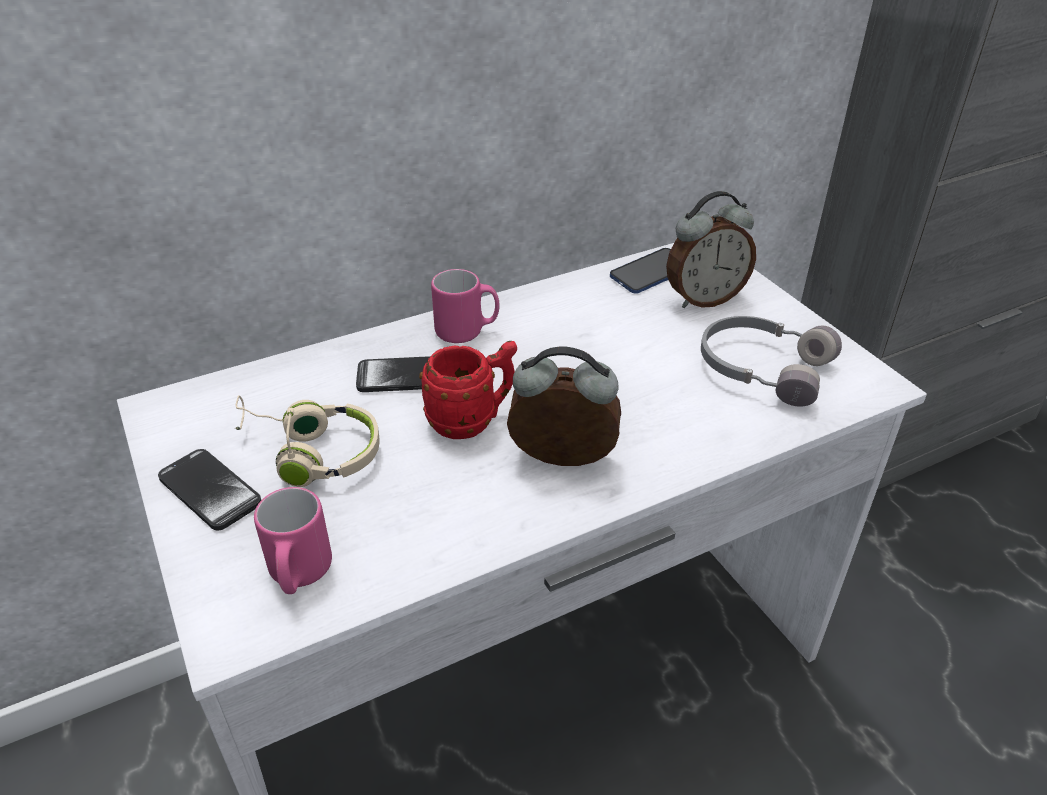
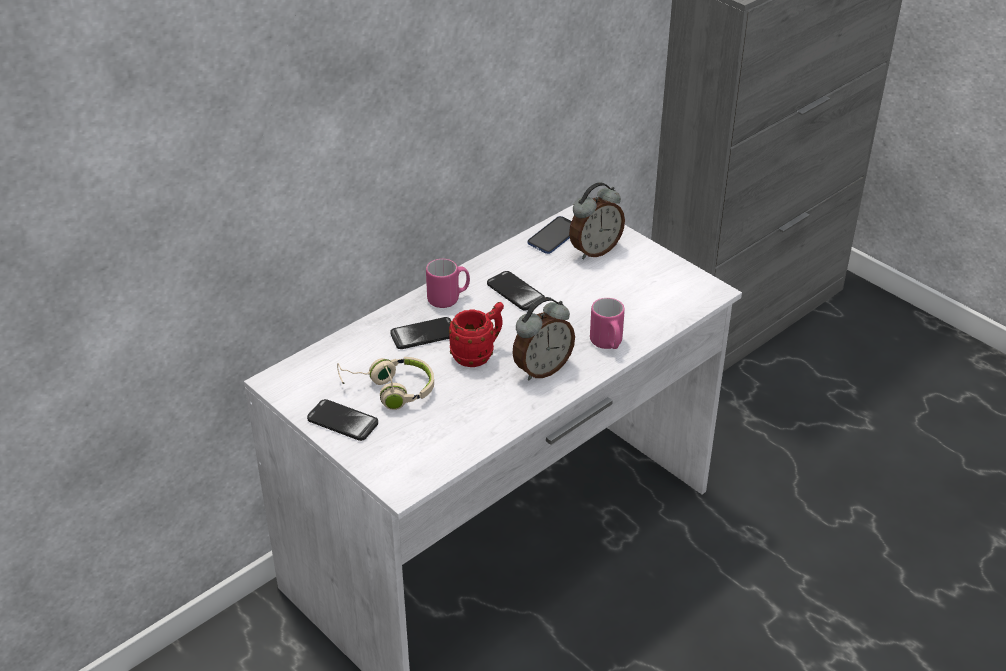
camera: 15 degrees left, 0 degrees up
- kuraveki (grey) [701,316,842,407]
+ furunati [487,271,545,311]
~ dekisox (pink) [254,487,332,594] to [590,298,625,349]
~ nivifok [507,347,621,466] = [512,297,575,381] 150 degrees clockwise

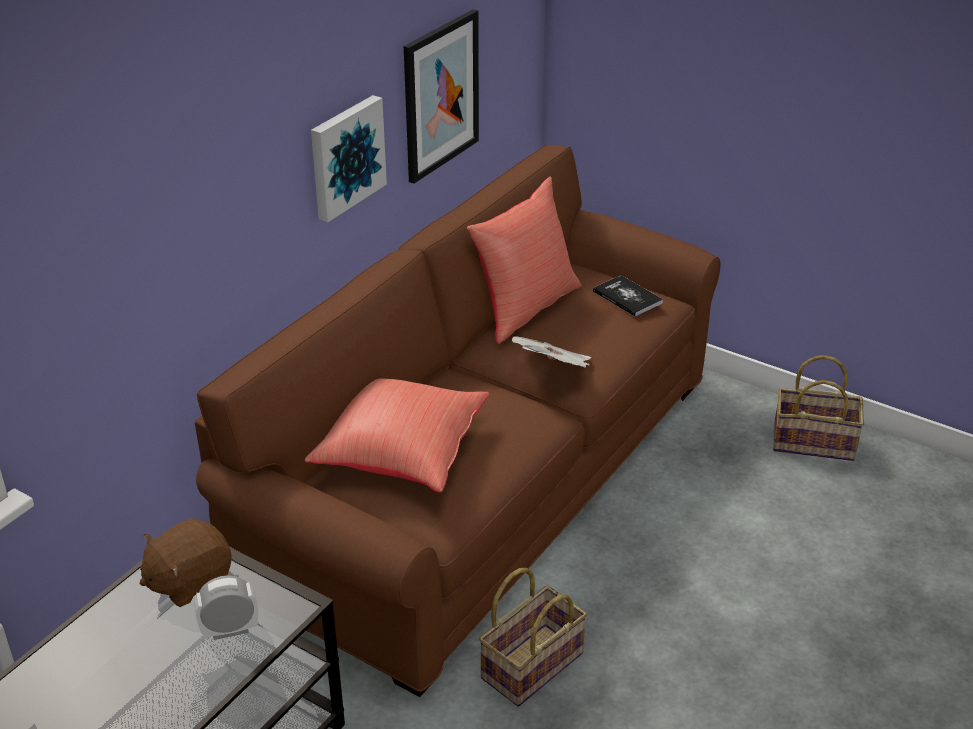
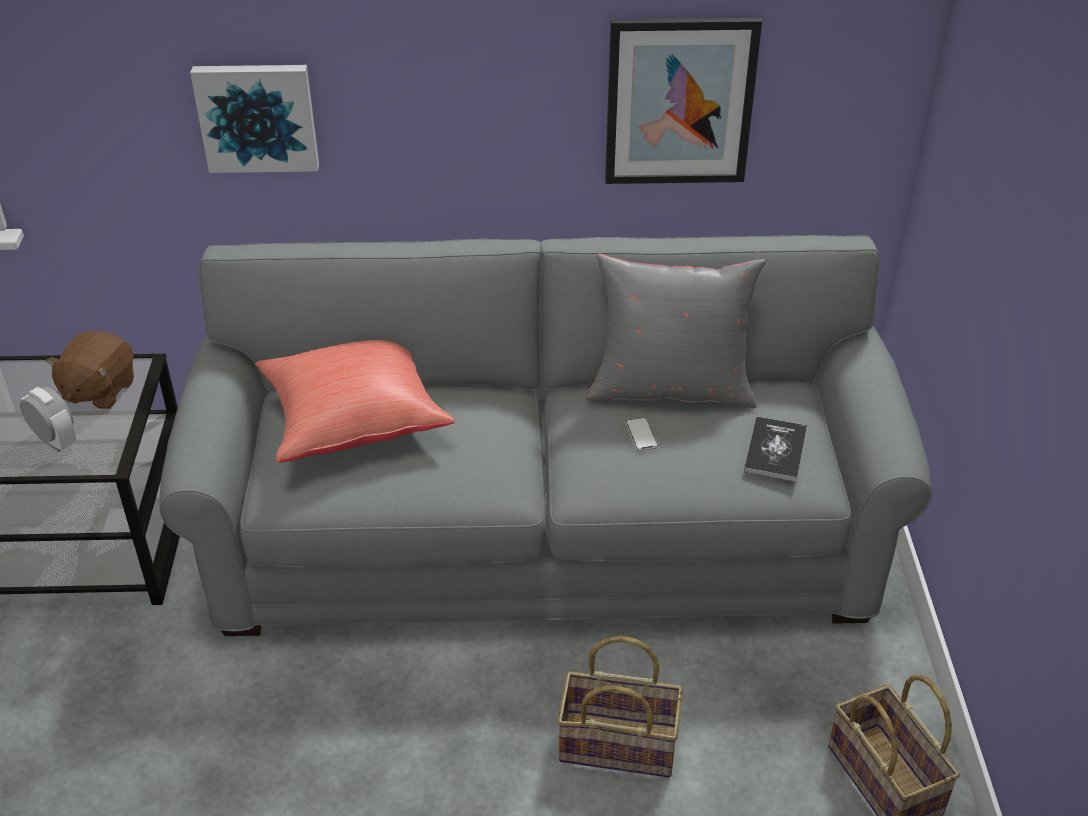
camera: 55 degrees right, 5 degrees up
- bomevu [512,336,591,368]
+ furunati [625,417,659,451]
~ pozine [311,95,387,222] to [190,65,319,173]
~ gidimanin [479,568,587,706] to [557,636,683,777]
~ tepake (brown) [195,145,721,697] to tepake (grey) [160,235,932,636]
~ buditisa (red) [467,177,582,344] to buditisa (grey) [586,254,766,409]
~ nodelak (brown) [140,518,231,607] = [46,331,134,410] 90 degrees counterclockwise

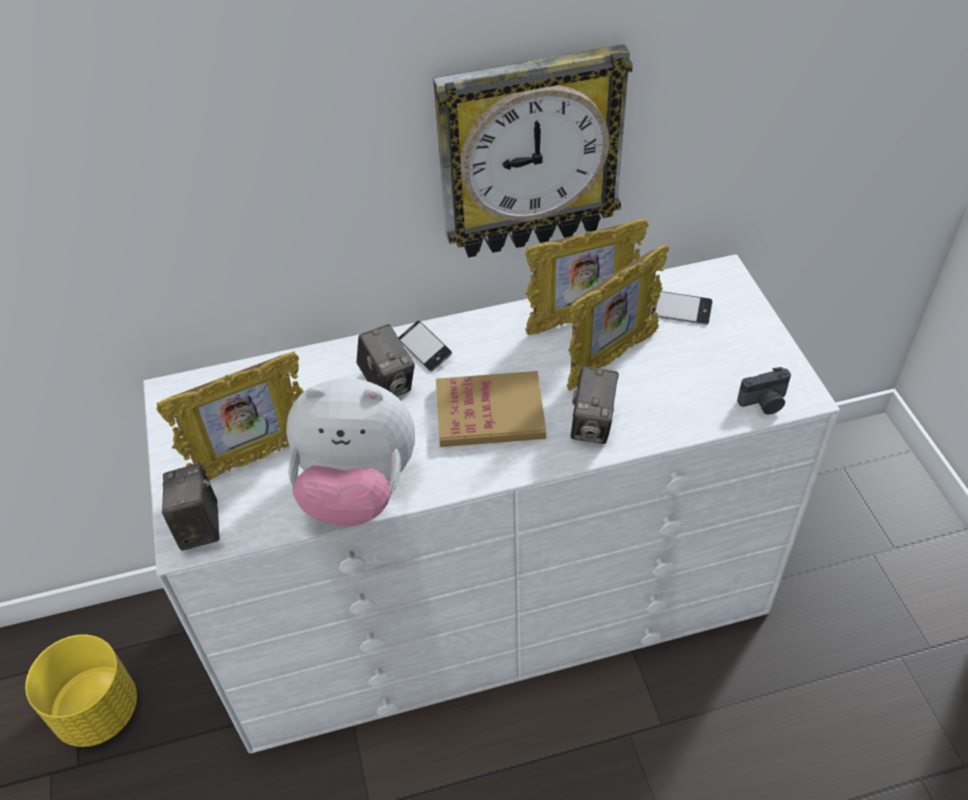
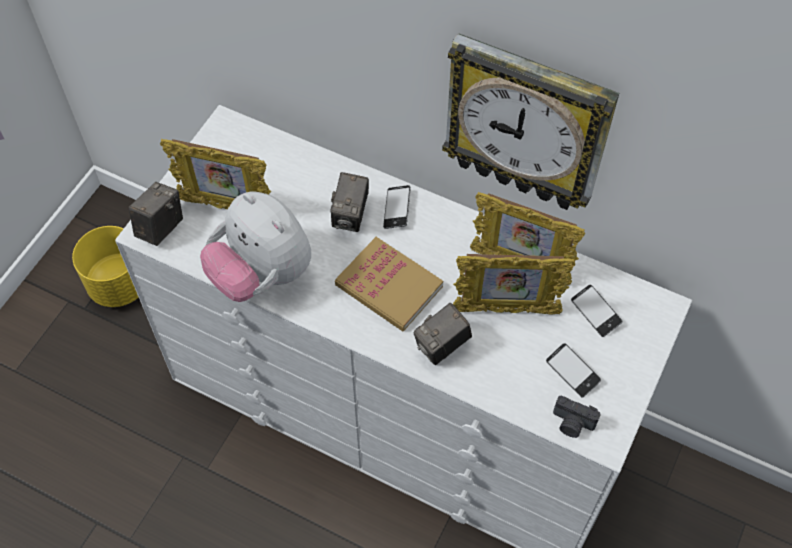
camera: 40 degrees right, 10 degrees up
+ furunati [546,343,601,397]

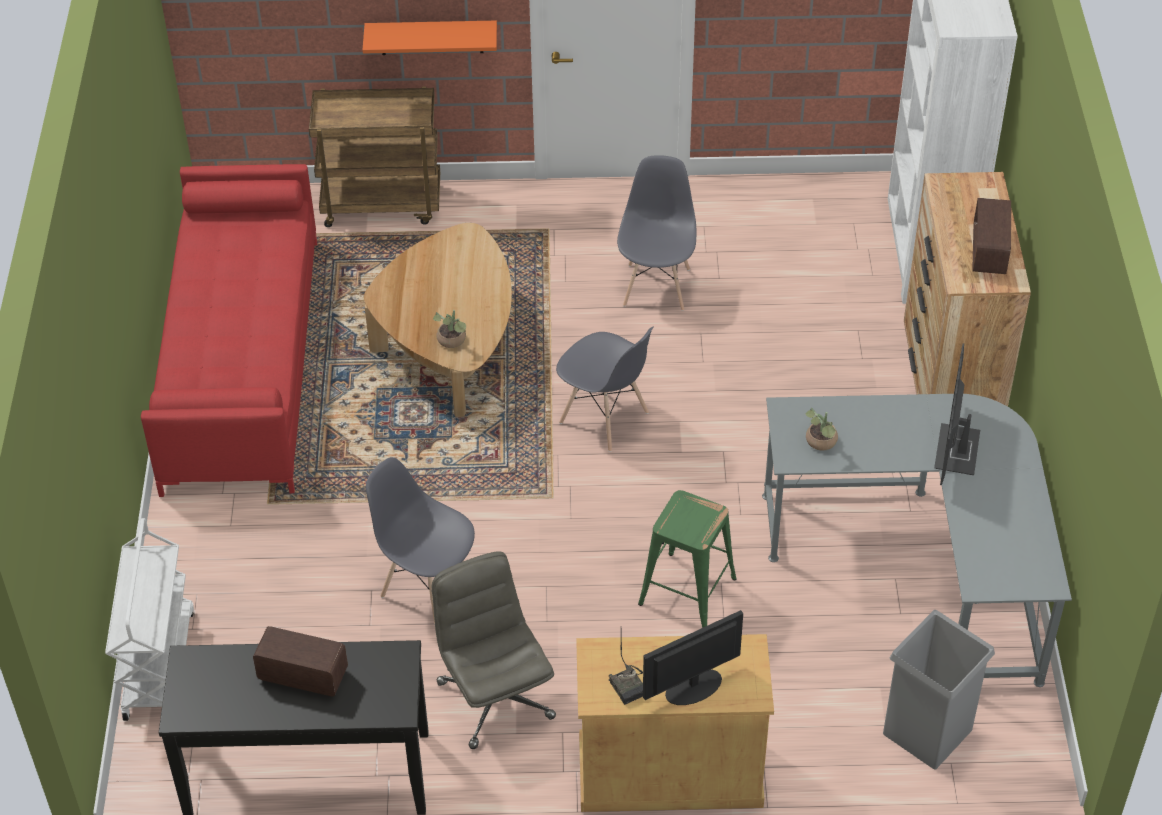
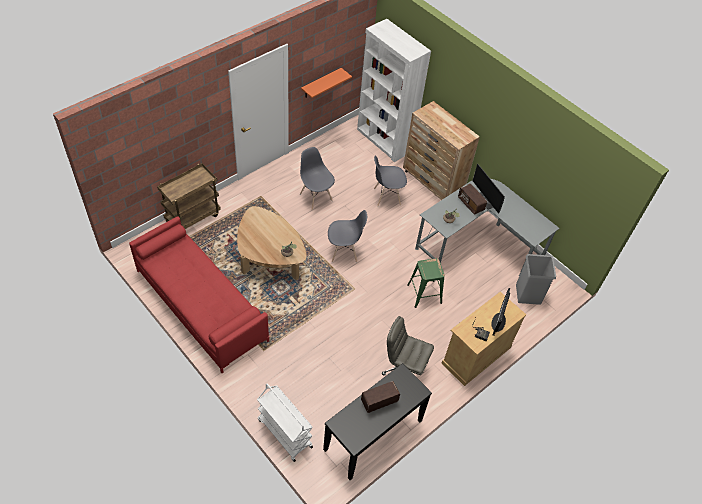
camera: 45 degrees left, 5 degrees up
~ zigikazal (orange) [363,21,497,55] to [301,68,352,98]
~ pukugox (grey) [366,457,475,624] to [374,156,407,207]
~ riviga [972,198,1011,274] to [458,184,487,215]

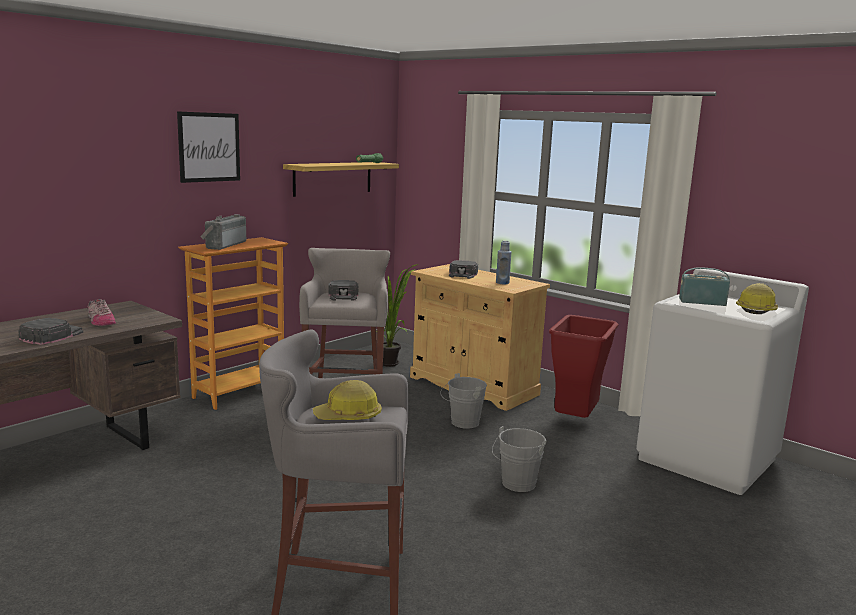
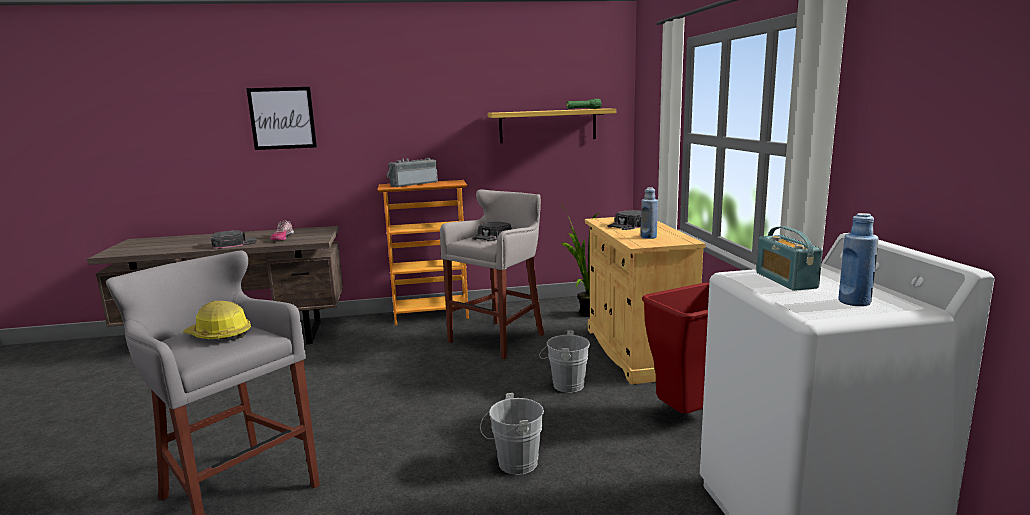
camera: 40 degrees right, 0 degrees up
~ pozine [177,111,240,183] to [246,87,317,150]
~ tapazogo [736,283,778,314] to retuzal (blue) [838,213,879,306]
~ riviga [679,267,730,306] = [756,226,823,291] 150 degrees counterclockwise

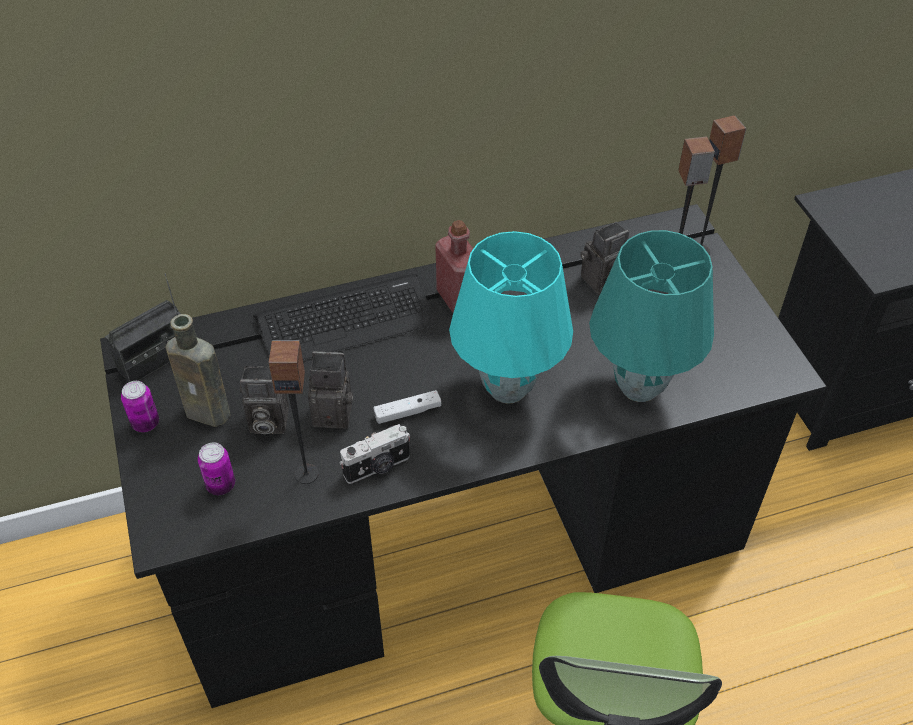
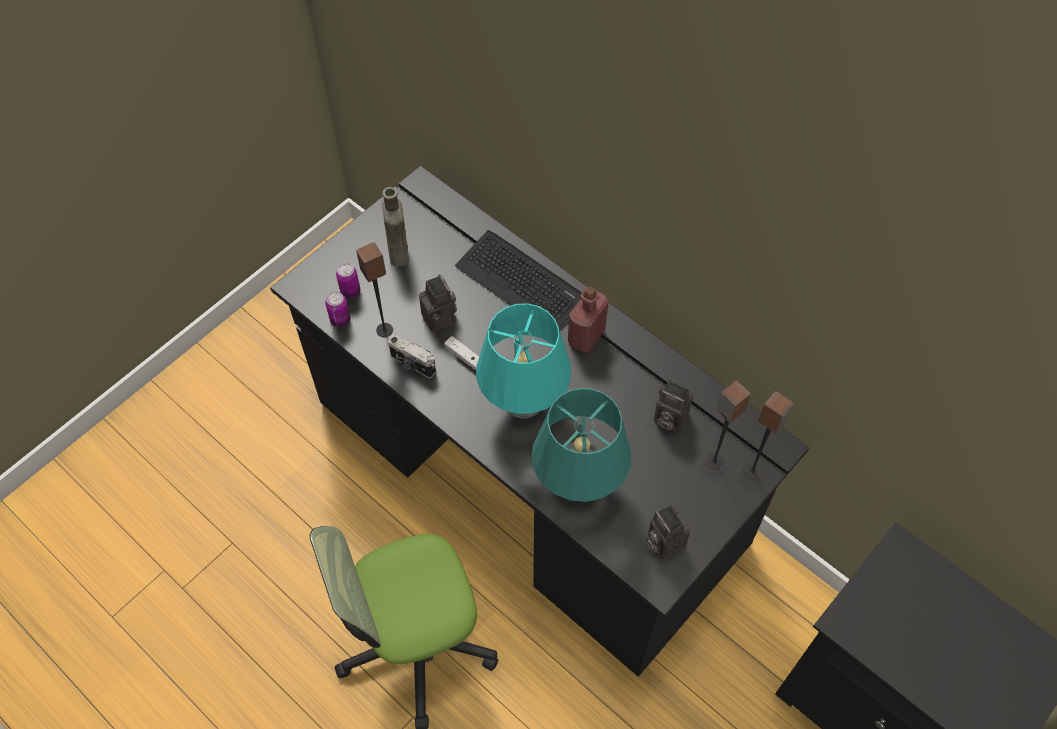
camera: 60 degrees right, 10 degrees up
- riviga [105,274,181,382]
~ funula [121,381,159,432] to [325,292,350,327]
~ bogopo [240,366,289,434] to [646,505,690,559]

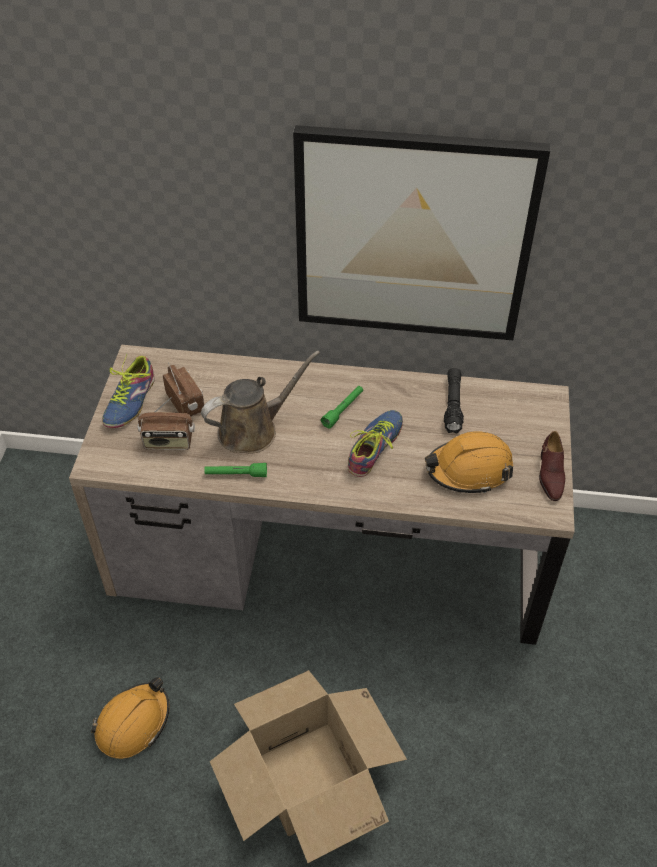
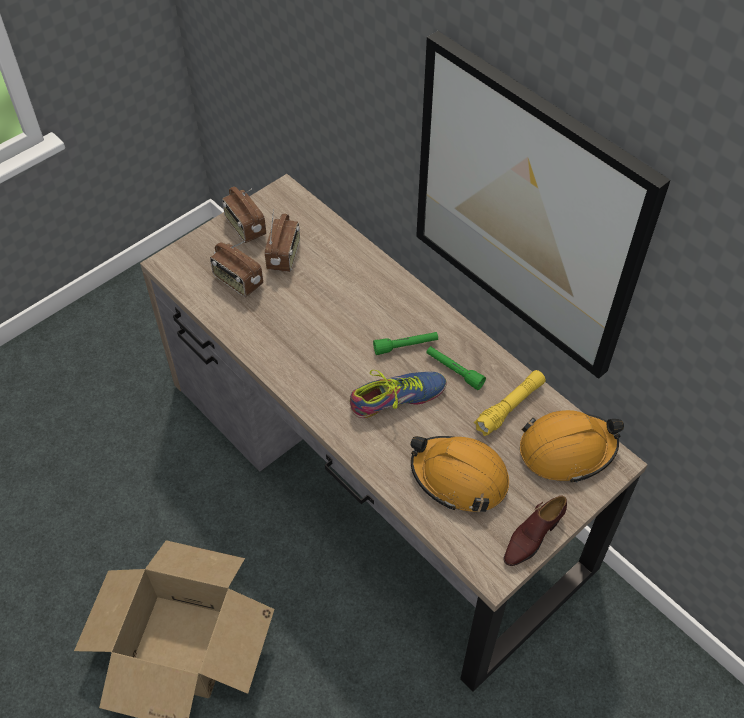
camera: 40 degrees right, 5 degrees up
- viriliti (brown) [201,351,320,454]
~ tapazogo (orange) [91,677,169,759] to [520,410,624,483]
~ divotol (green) [205,463,267,477] to [426,346,486,390]
~ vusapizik [102,353,155,428] to riviga [222,187,266,243]
~ divotol (black) [444,368,464,434] to divotol (yellow) [474,370,546,436]

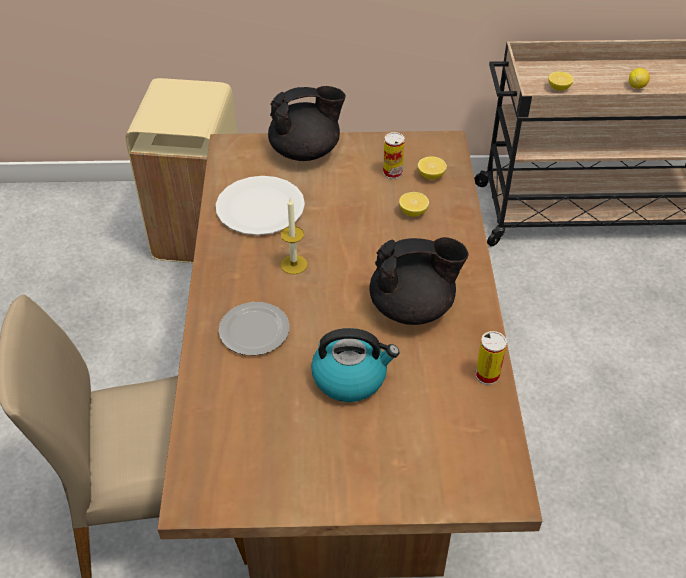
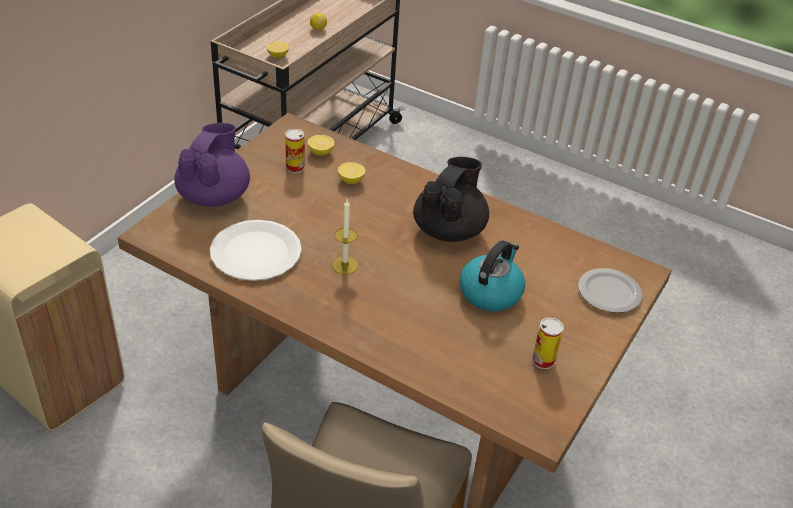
camera: 60 degrees left, 5 degrees down
~ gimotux [219,302,290,355] to [578,268,642,313]
~ funula [475,331,507,385] to [532,317,564,369]
~ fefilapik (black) [268,86,346,161] to fefilapik (purple) [174,123,250,207]

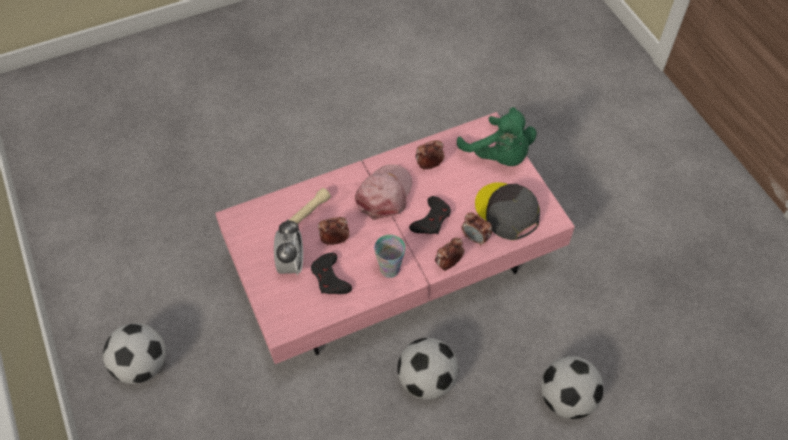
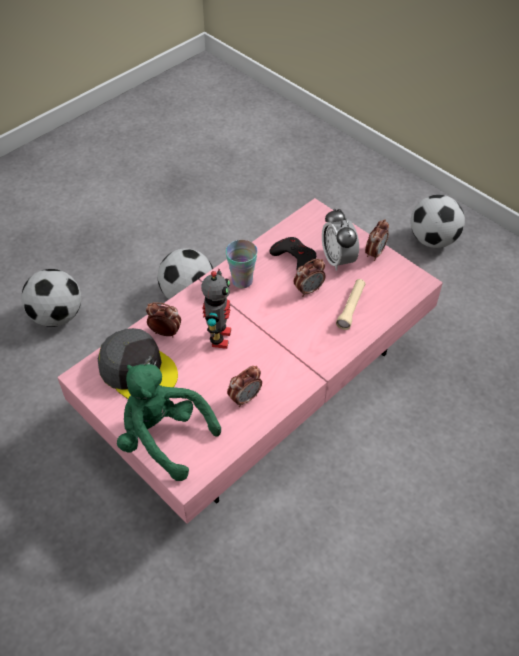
camera: 160 degrees right, 5 degrees down
- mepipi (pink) [355,164,412,220]
~ nivifok [435,237,464,271] to [365,219,389,261]
~ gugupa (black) [409,196,451,234] to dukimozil [201,269,231,349]

